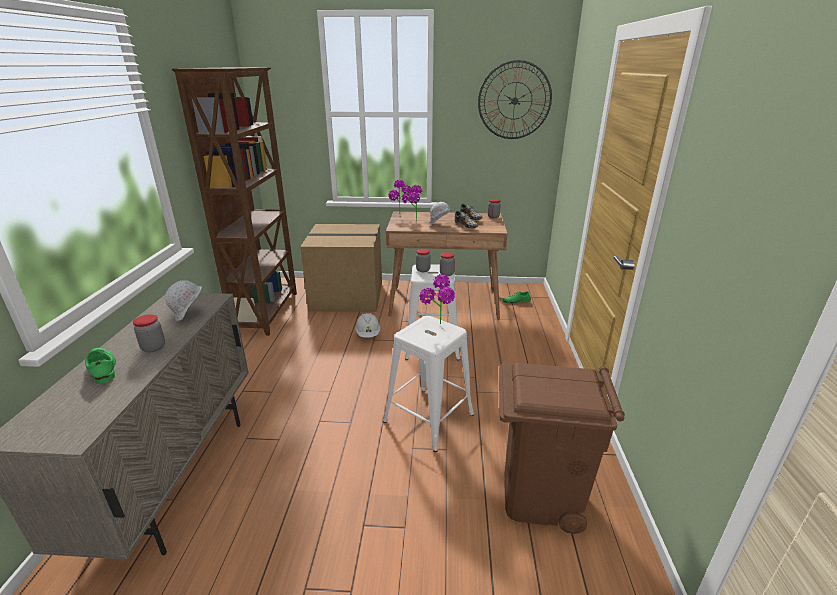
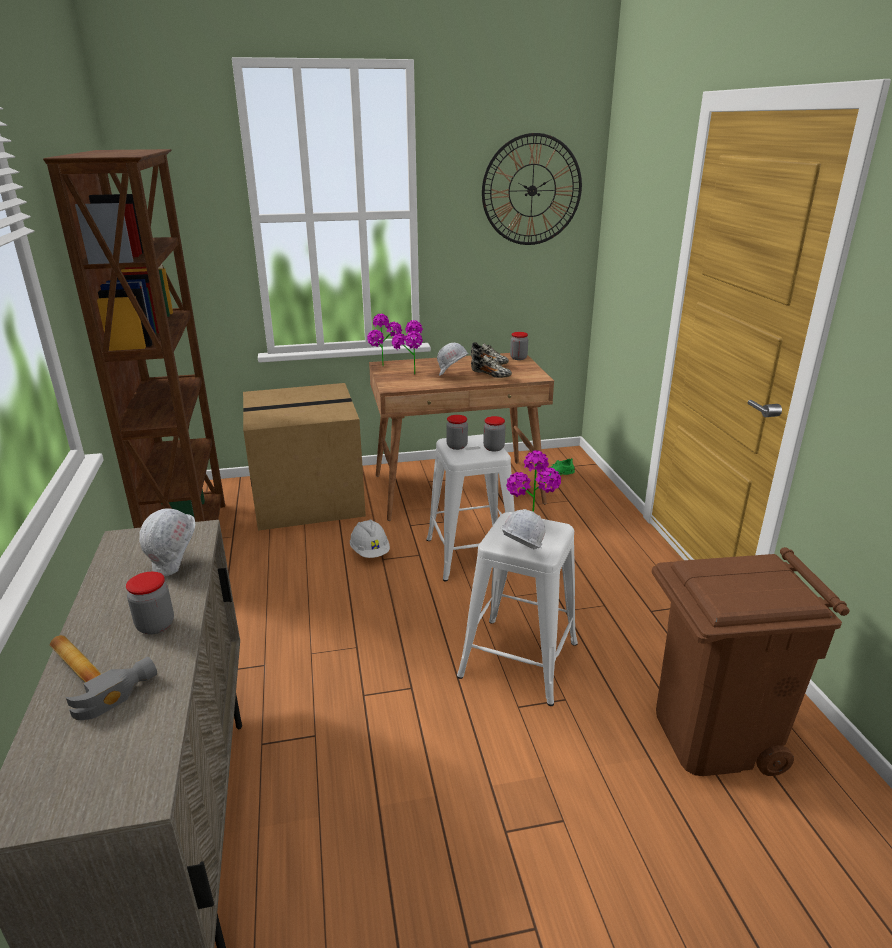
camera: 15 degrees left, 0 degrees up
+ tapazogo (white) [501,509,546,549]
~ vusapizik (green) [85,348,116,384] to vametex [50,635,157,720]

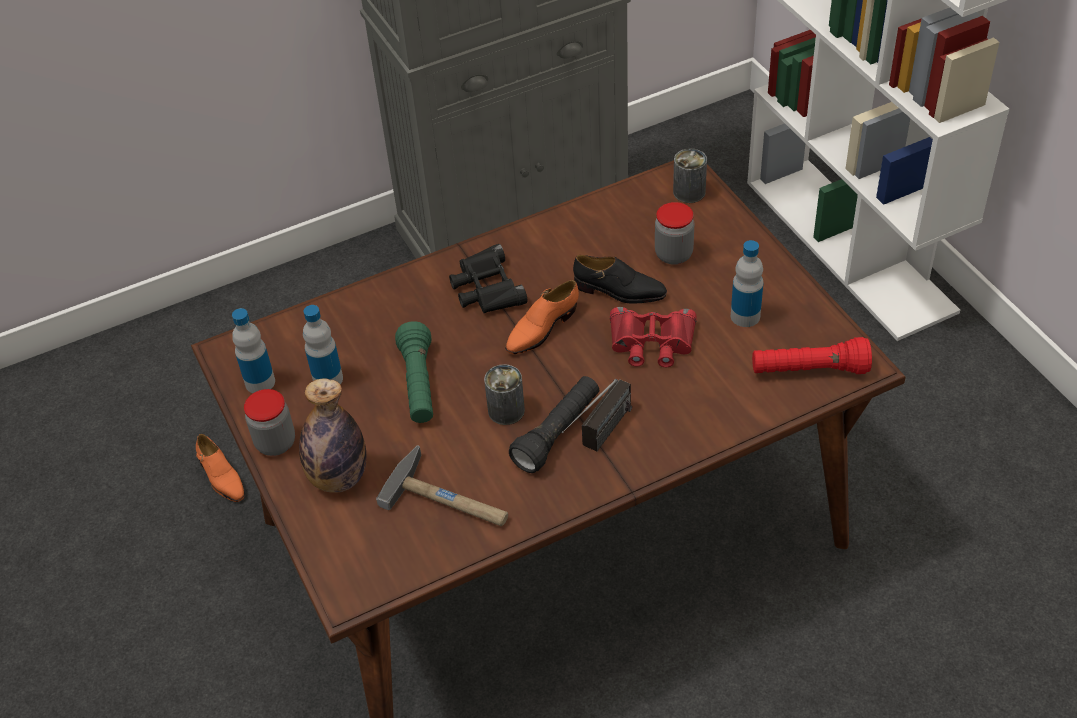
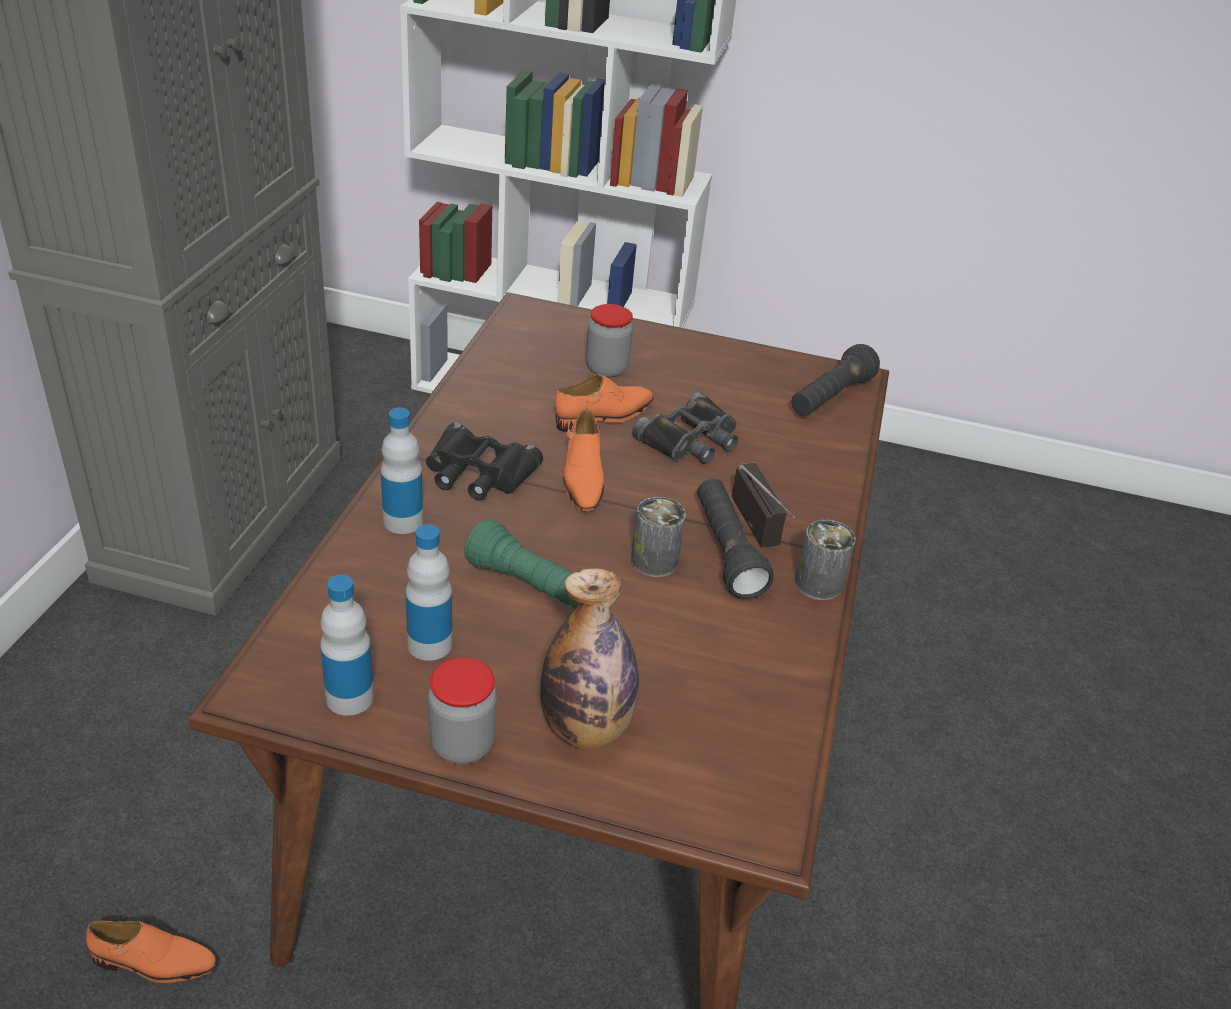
camera: 55 degrees left, 10 degrees down
- vametex [376,445,508,526]
~ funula [673,148,707,203] to [795,520,856,600]
~ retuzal [731,240,763,327] to [381,407,423,534]
~ vusapizik (black) [573,255,667,303] to vusapizik (orange) [554,374,654,432]
~ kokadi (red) [610,307,697,367] to kokadi (black) [632,392,738,464]
~ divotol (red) [752,337,872,374] to divotol (black) [792,344,880,416]

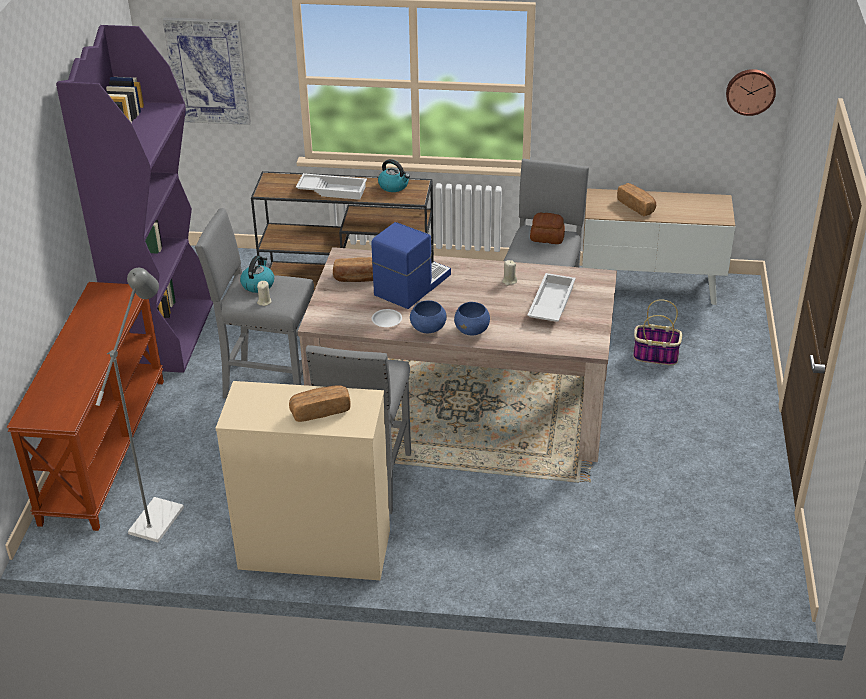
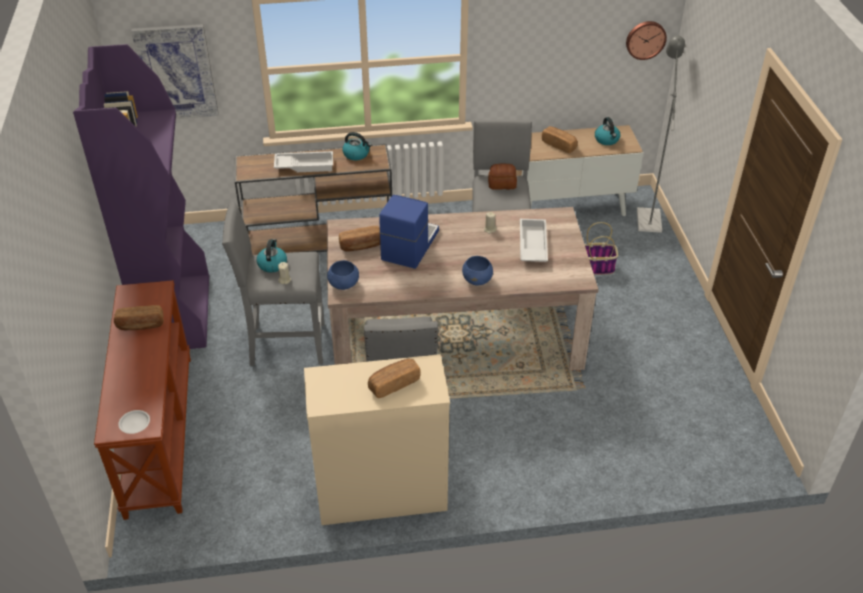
camera: 15 degrees left, 5 degrees up
+ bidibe [114,305,164,330]
+ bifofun [595,117,620,145]
~ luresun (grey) [96,268,184,543] to [637,36,685,233]
~ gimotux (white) [372,309,402,327] to [118,410,150,434]
~ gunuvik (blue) [410,300,447,333] to [327,260,359,290]

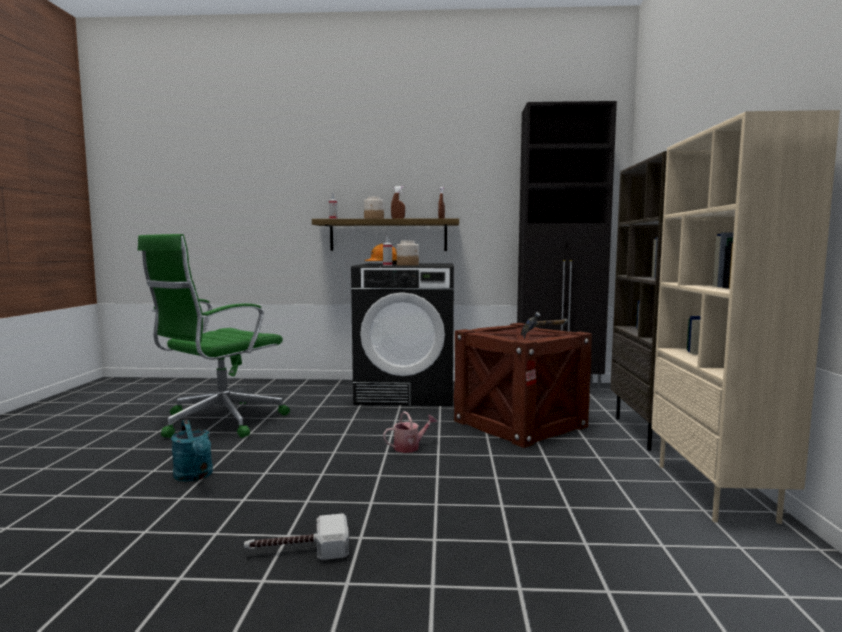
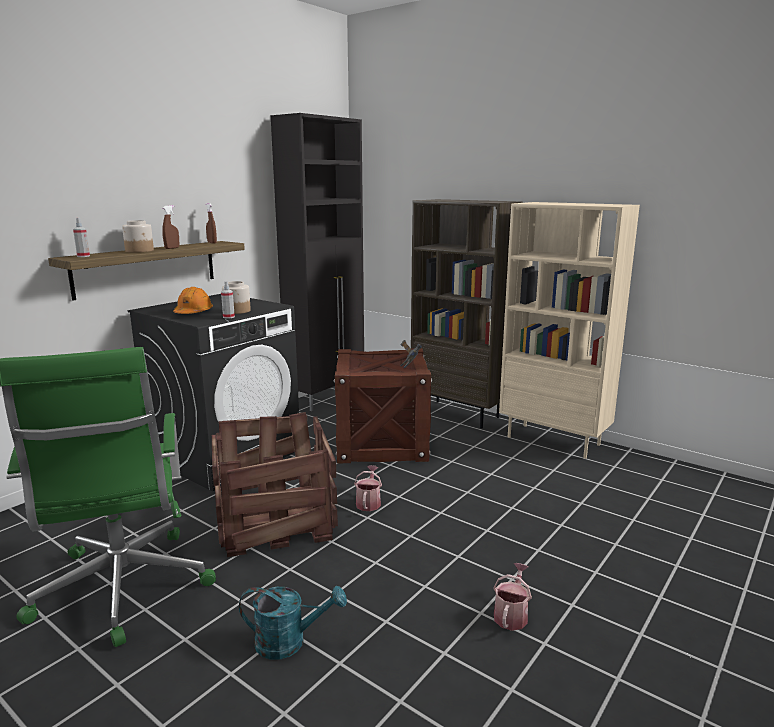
camera: 55 degrees left, 10 degrees up
+ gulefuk [212,412,338,557]
~ vametex [244,513,349,560] to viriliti [493,563,532,631]

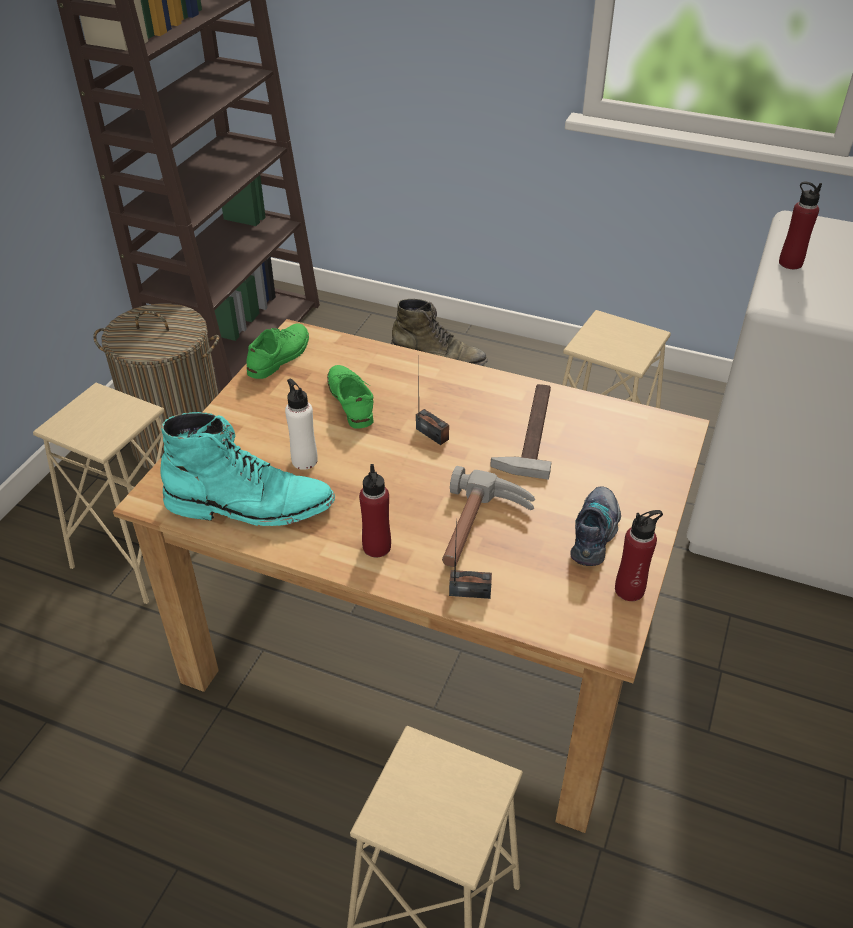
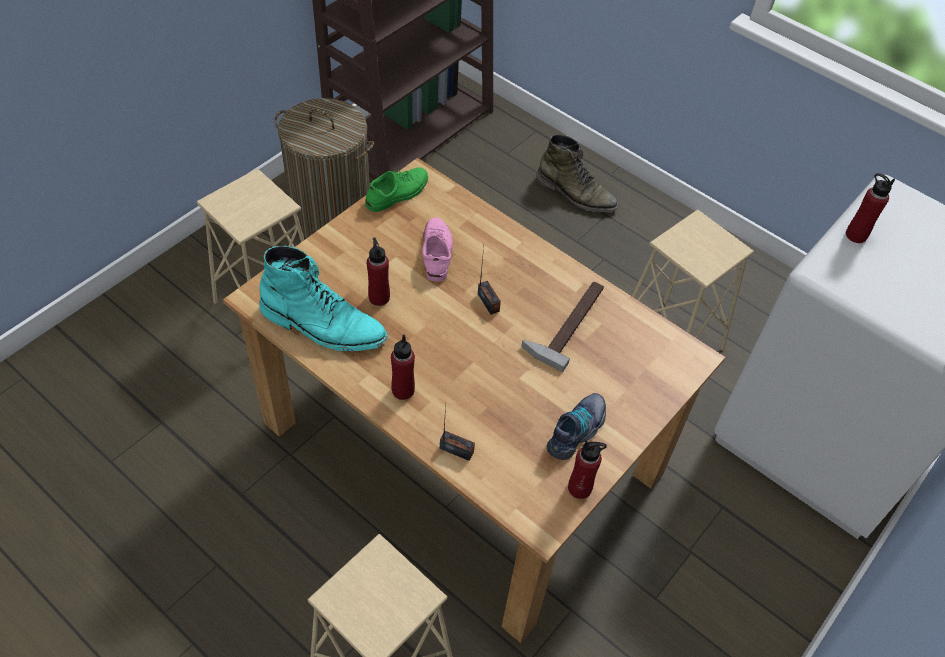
camera: 15 degrees right, 10 degrees up
- vametex [442,466,535,567]
~ retuzal (white) [285,379,318,470] to retuzal (red) [367,237,390,306]
~ vusapizik (green) [327,365,373,429] to vusapizik (pink) [422,217,453,281]

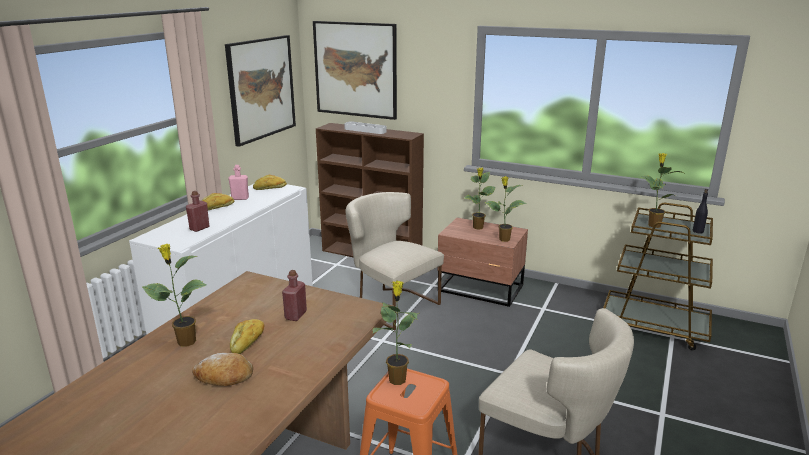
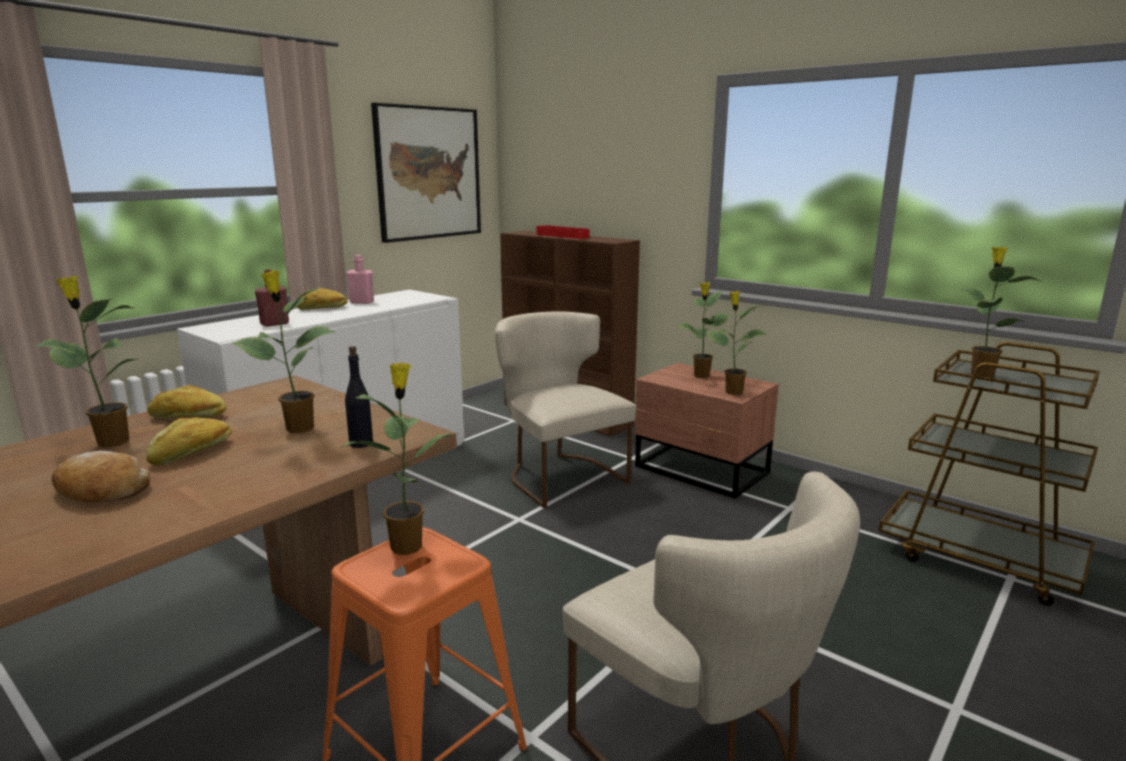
camera: 15 degrees right, 5 degrees down
- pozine [313,21,397,120]
~ bidibe [253,175,287,190] to [147,385,226,419]
~ retuzal (black) [693,189,708,234] to [345,346,373,448]
~ retuzal (red) [282,270,307,321] to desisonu [232,270,336,433]
~ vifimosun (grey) [344,121,387,134] to vifimosun (red) [536,225,589,239]

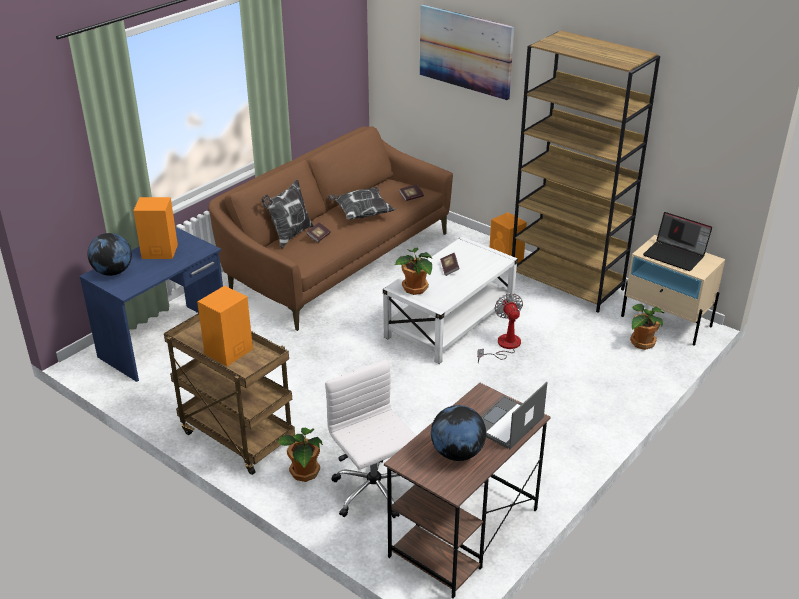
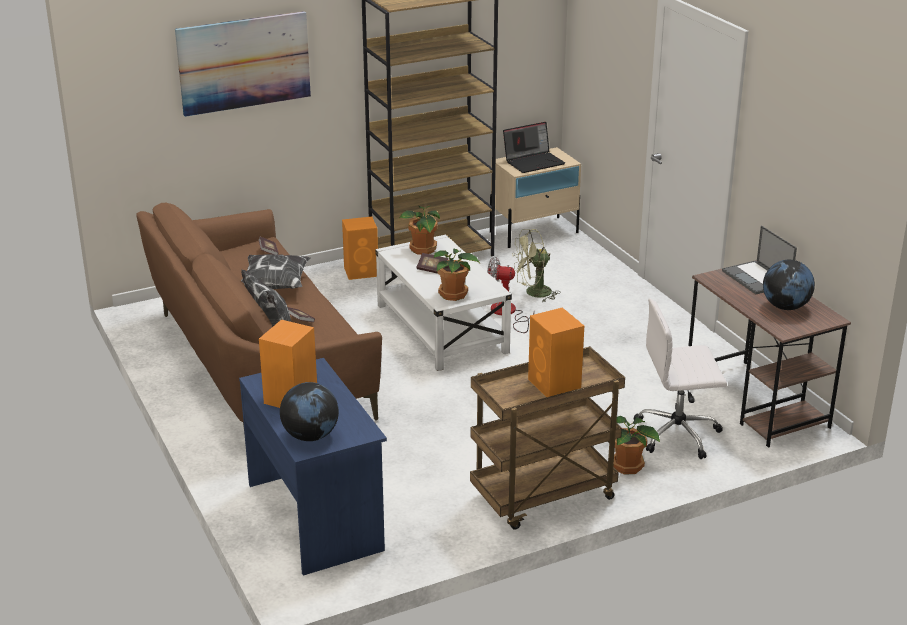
camera: 65 degrees left, 5 degrees down
+ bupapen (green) [512,229,560,302]
~ desisonu [630,304,664,350] to [399,206,440,255]

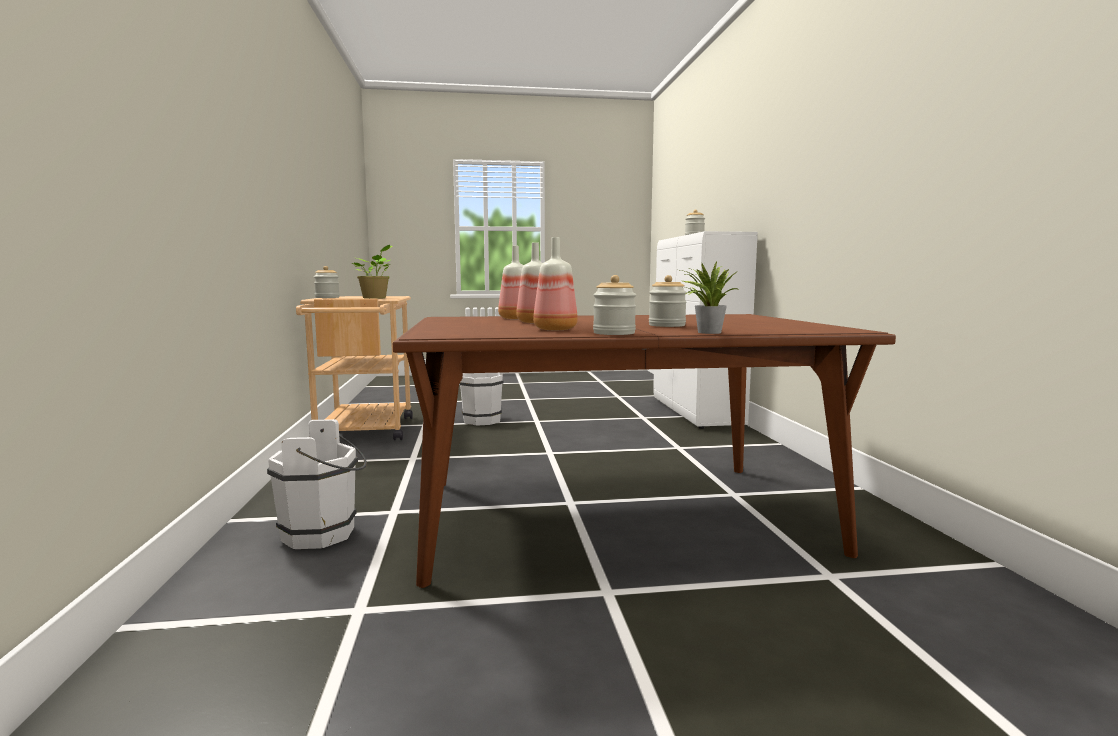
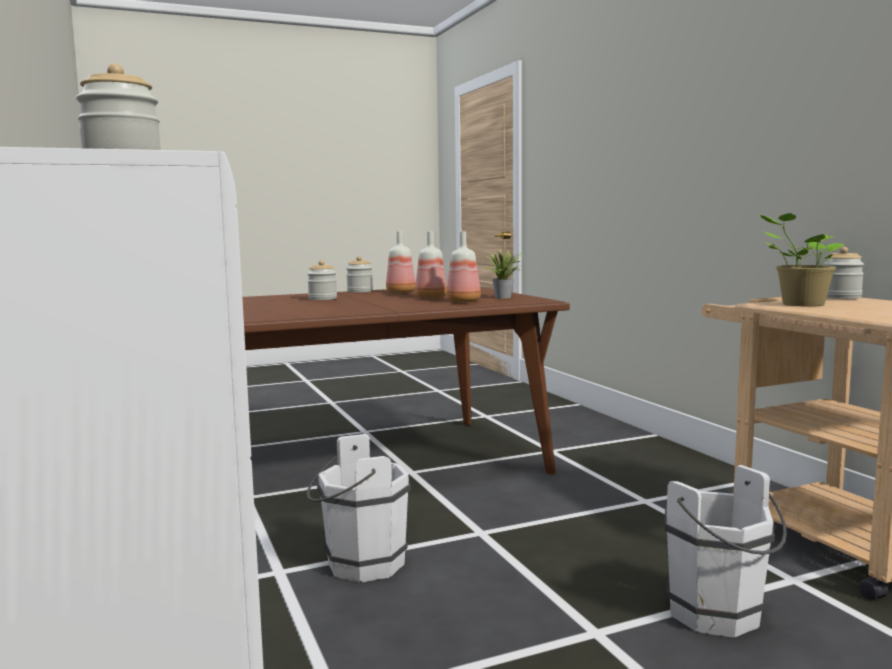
camera: 165 degrees right, 0 degrees up
~ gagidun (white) [267,419,367,549] to [306,434,411,582]
~ desisonu [680,262,738,334] to [486,248,523,299]

